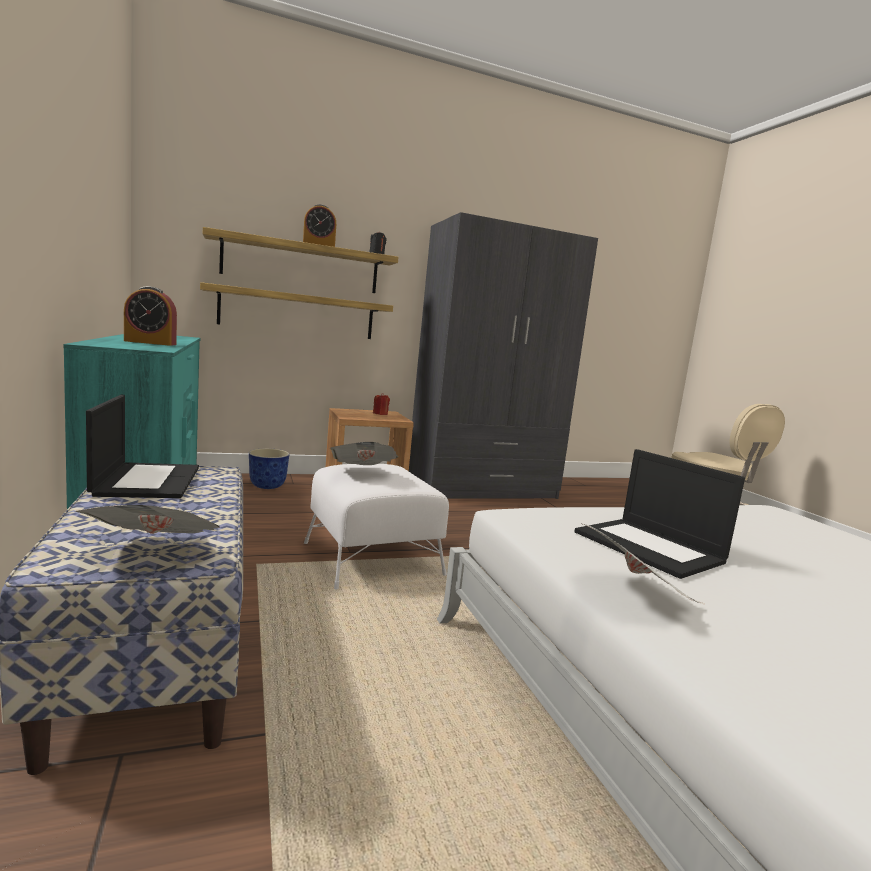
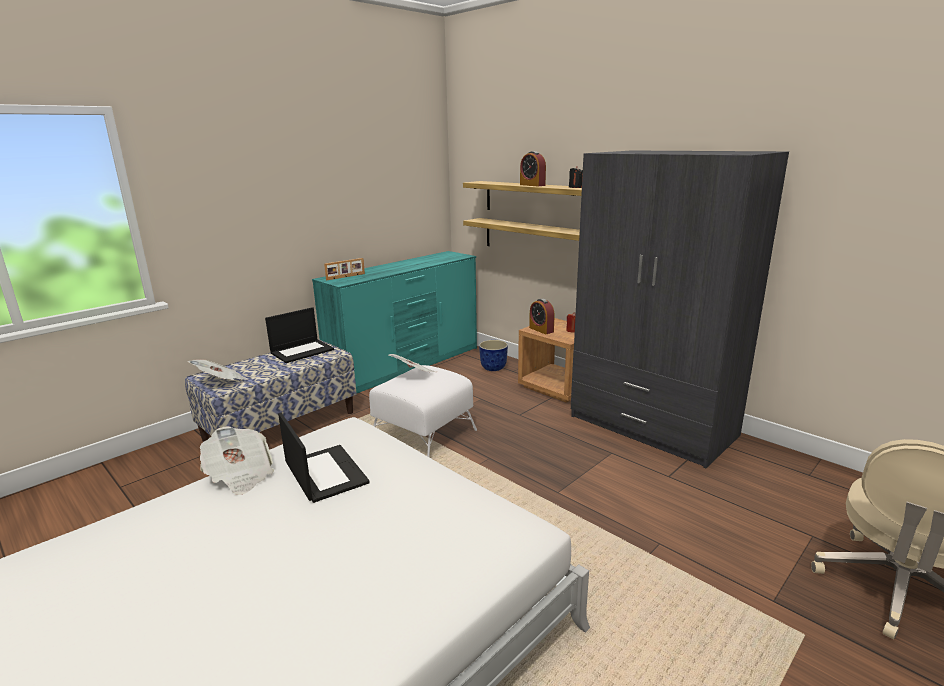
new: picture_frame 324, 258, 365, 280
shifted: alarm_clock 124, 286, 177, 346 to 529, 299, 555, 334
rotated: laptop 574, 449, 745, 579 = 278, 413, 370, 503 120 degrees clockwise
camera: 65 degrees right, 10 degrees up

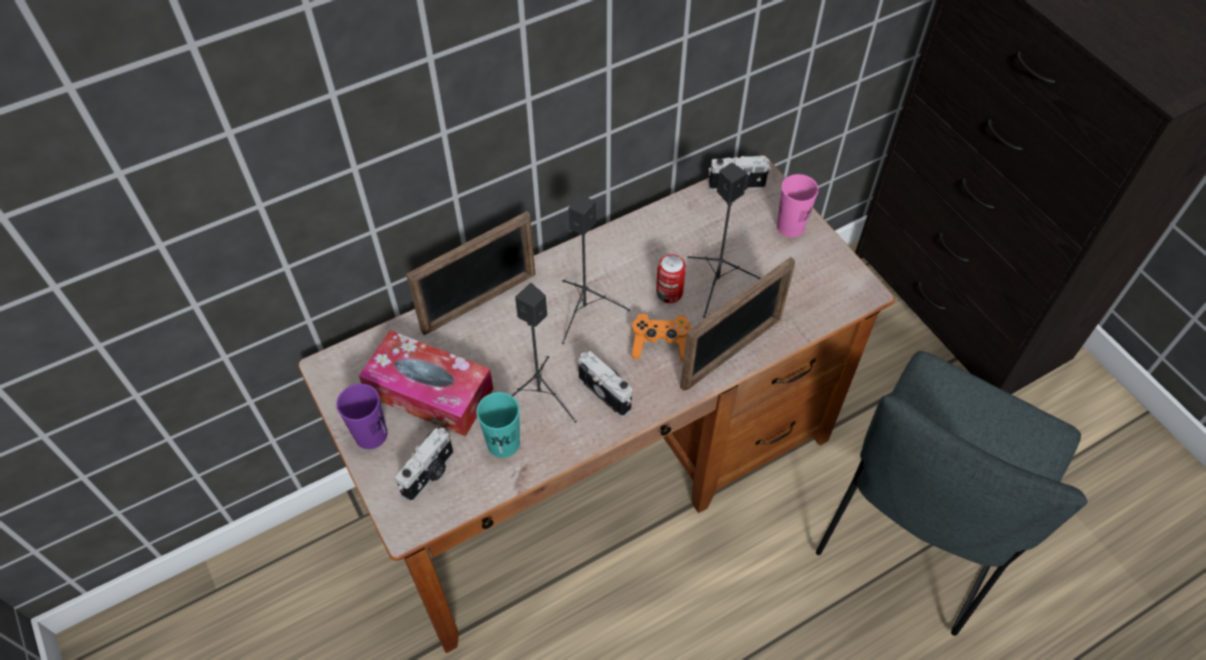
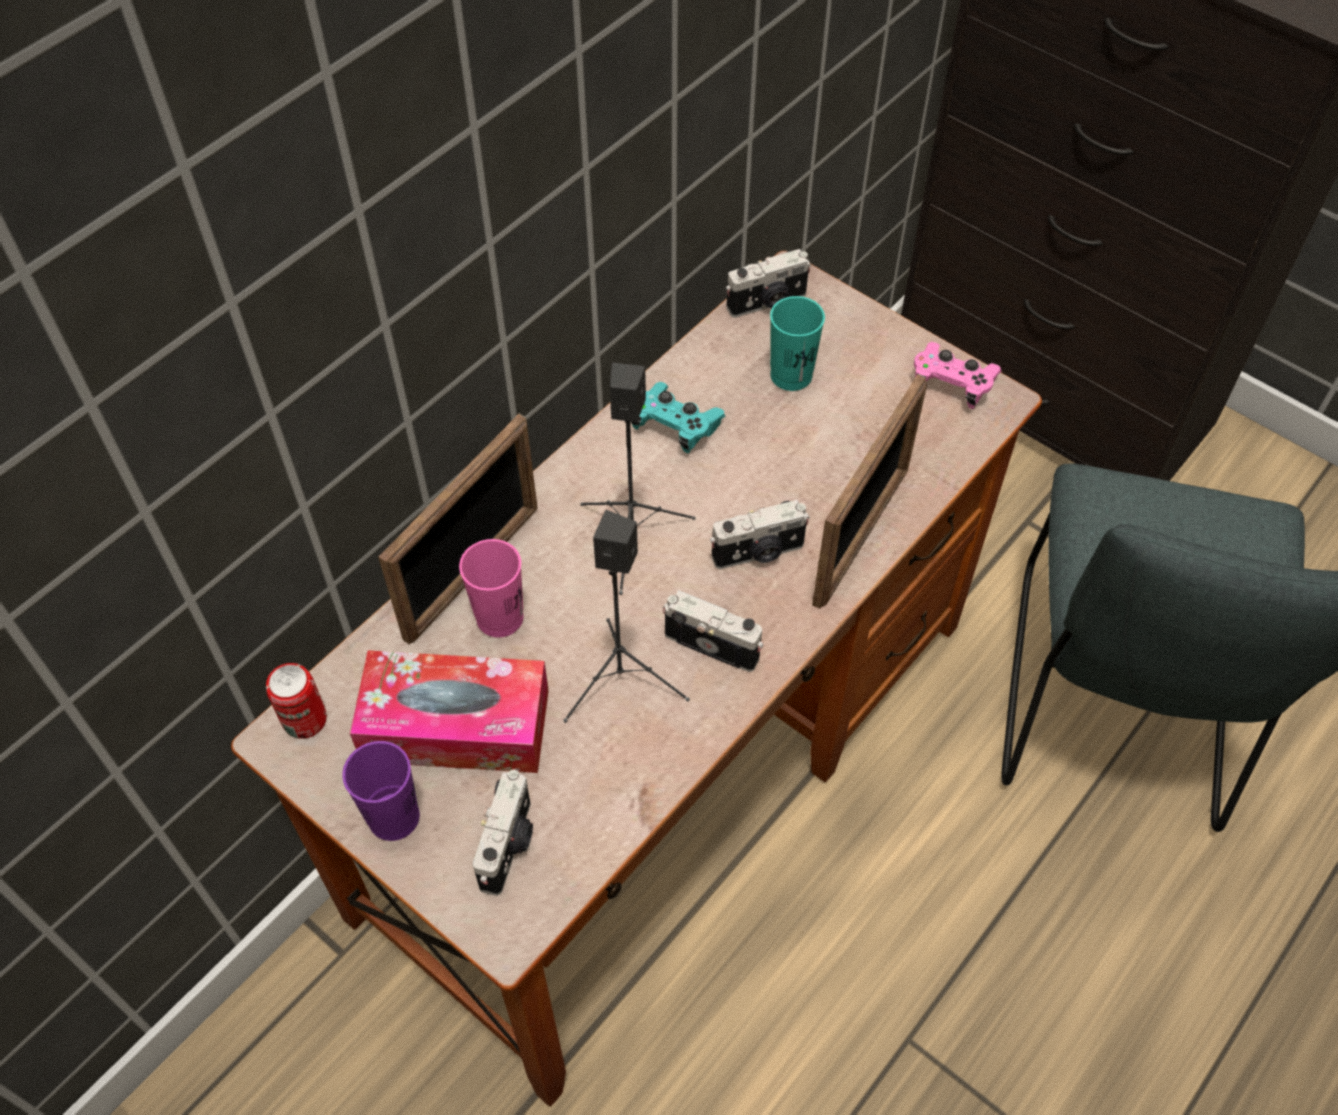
gone: black_speaker 687, 163, 760, 318
new: turquoise_game_controller 631, 382, 725, 453; pink_game_controller 914, 342, 1002, 409
shifted: turquoise_cup 476, 392, 520, 458 to 770, 296, 825, 391; can 656, 254, 686, 303 to 266, 663, 327, 739; pink_cup 777, 174, 819, 237 to 459, 539, 523, 638
swapped: orange_game_controller 631, 314, 691, 361 to photo_camera 710, 500, 810, 569
camera: 20 degrees left, 0 degrees up

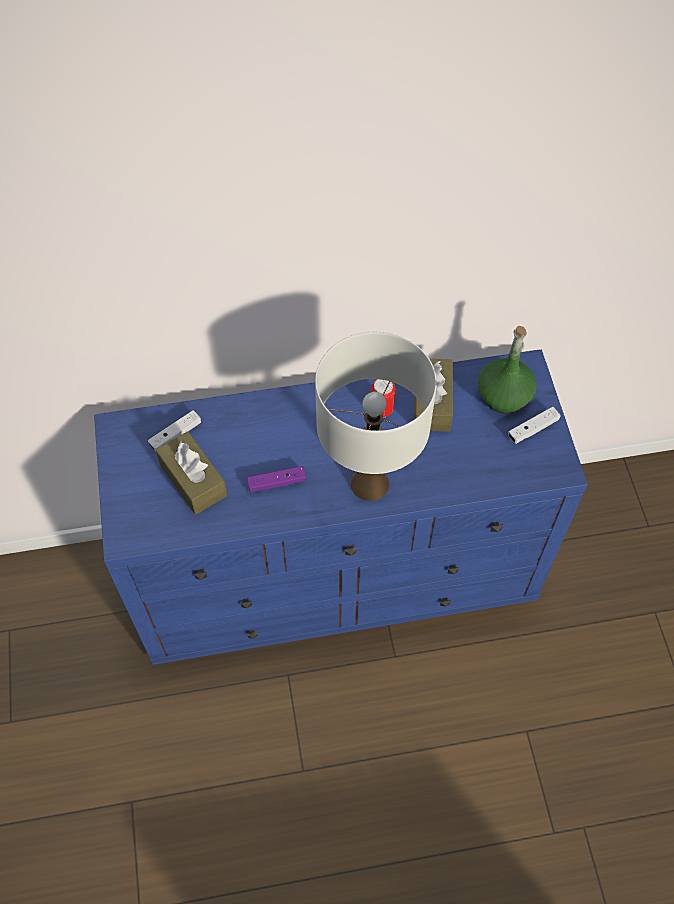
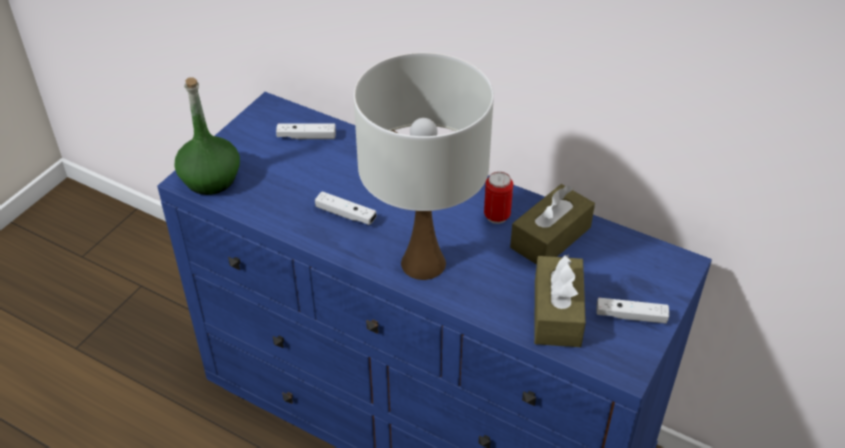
shifted: brown_tissue_box 156, 431, 227, 515 to 534, 255, 586, 347; green_bottle 478, 326, 536, 413 to 174, 77, 240, 195
repainted: purple_game_controller 247, 466, 306, 492 to white_game_controller 315, 191, 376, 225
camera: 40 degrees right, 15 degrees down

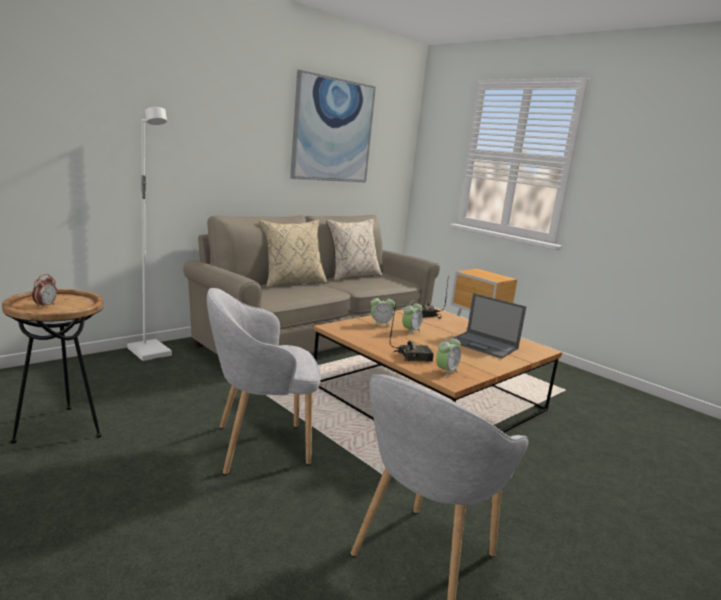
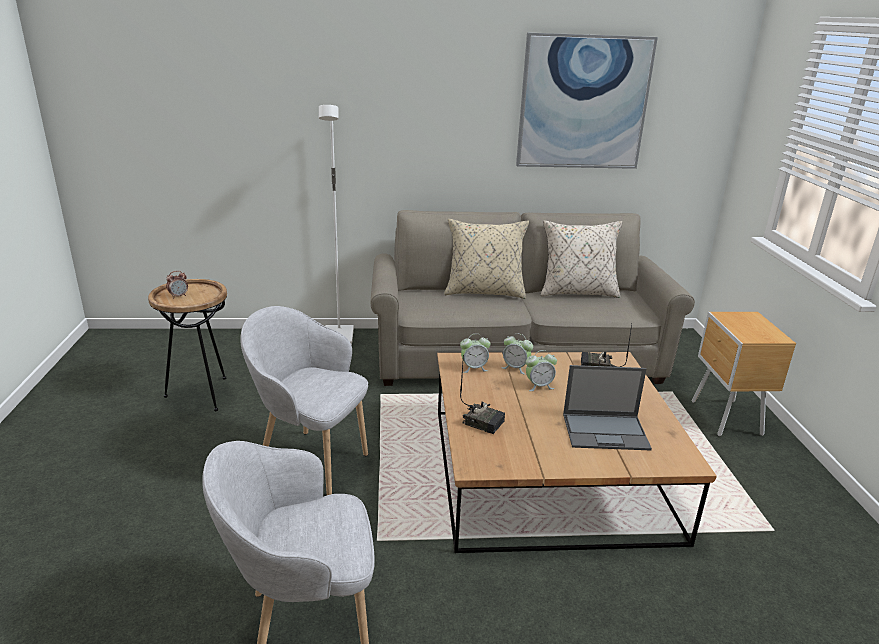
shifted: alarm_clock 436, 335, 461, 377 to 460, 334, 491, 373
rotated: laptop 452, 293, 526, 358 = 563, 365, 652, 451 75 degrees counterclockwise
camera: 40 degrees right, 10 degrees up

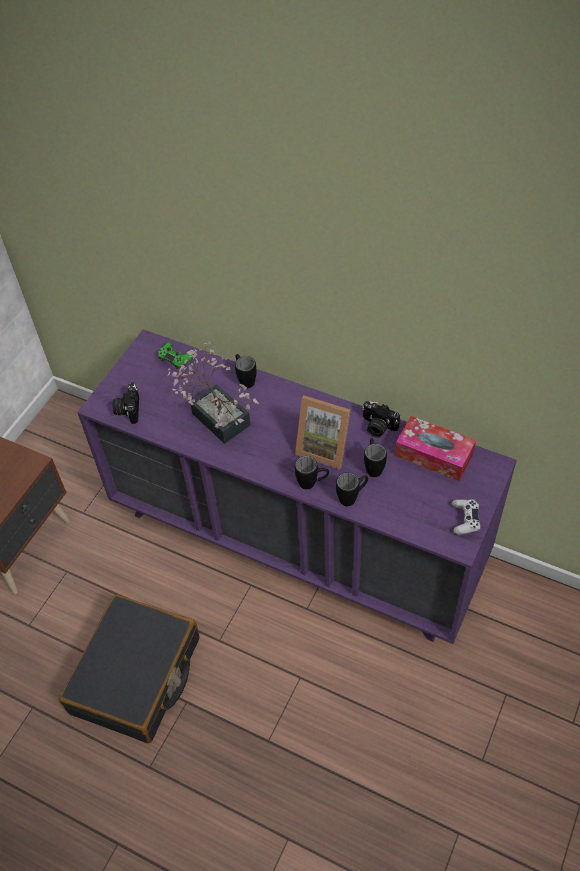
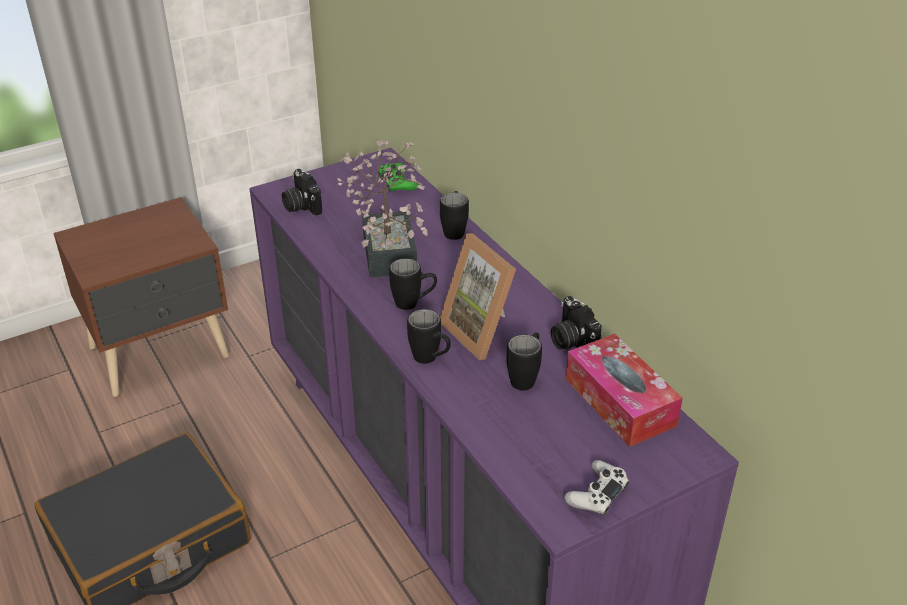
shifted: black_mug 336, 472, 368, 506 to 389, 258, 437, 310
rotated: photo_camera 113, 382, 139, 424 = 282, 169, 322, 215 60 degrees counterclockwise
camera: 30 degrees right, 15 degrees down

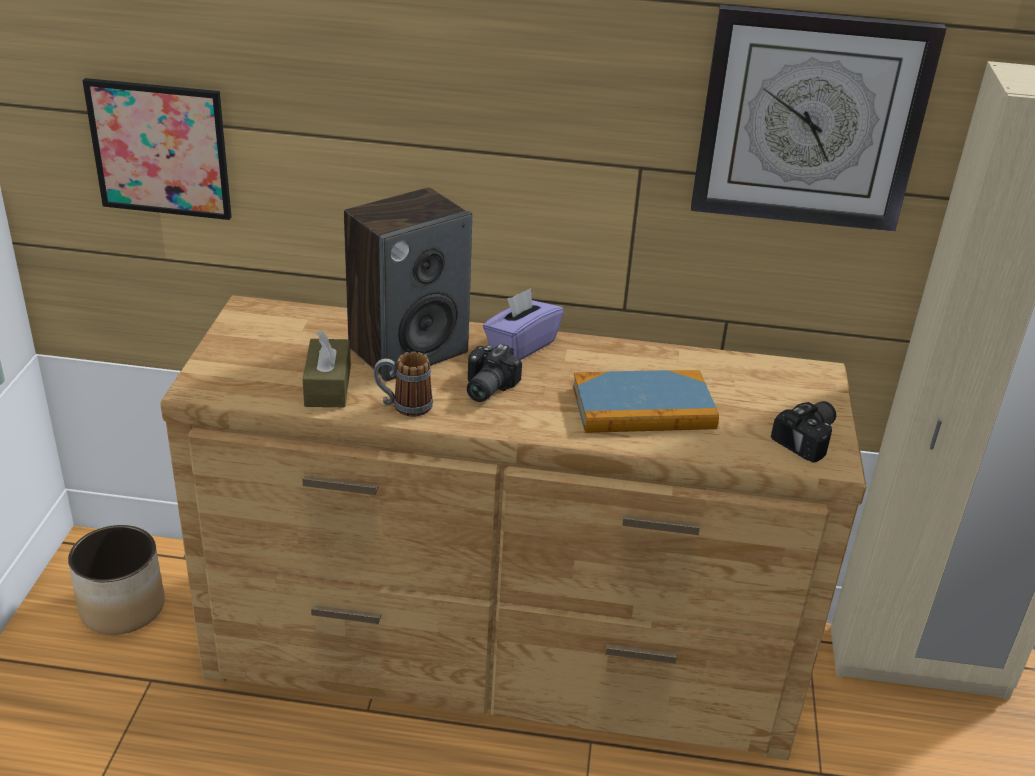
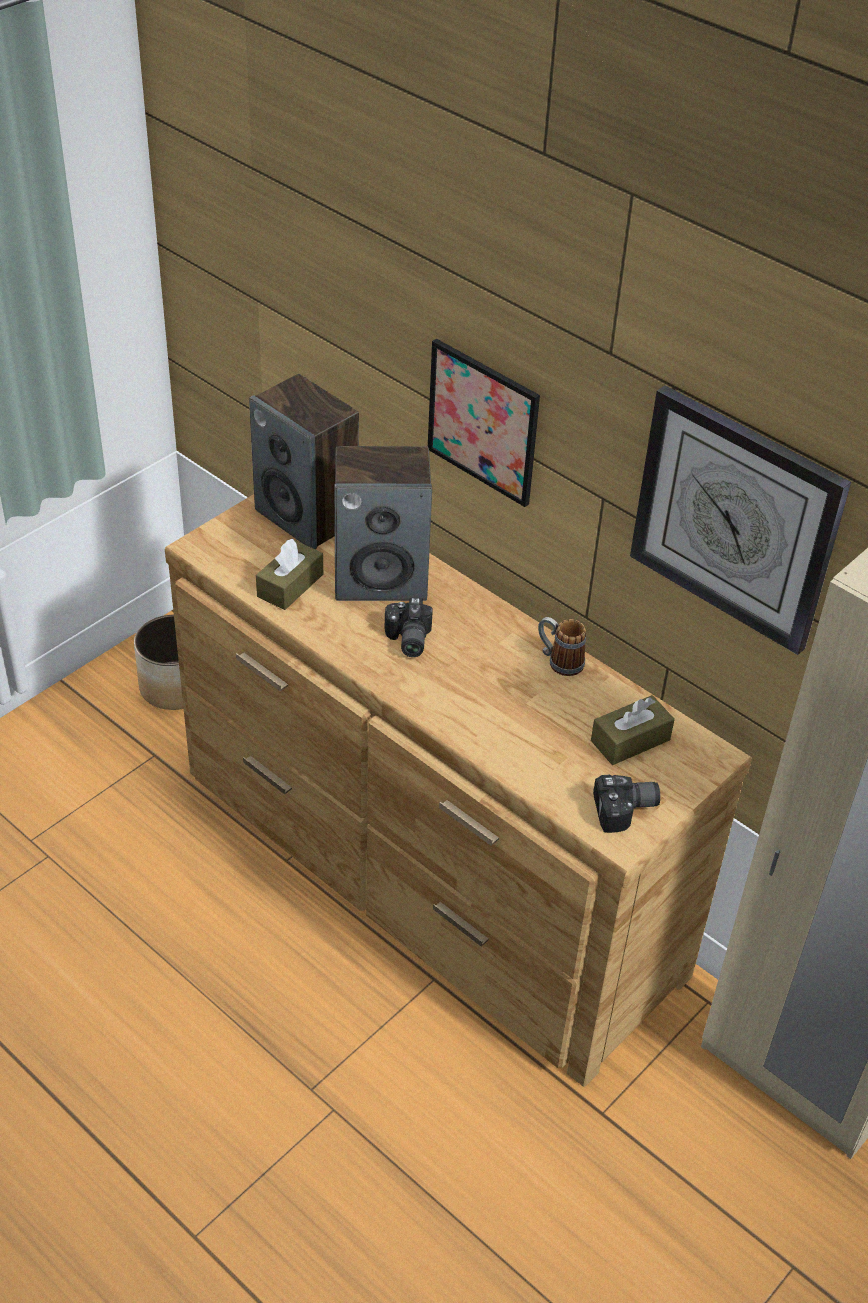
gone: purple_tissue_box 483, 288, 564, 360; book 573, 370, 719, 433
new: speaker 249, 374, 359, 549; brown_tissue_box 591, 695, 675, 765
shifted: picture 82, 78, 232, 220 to 428, 339, 540, 507; mug 374, 352, 433, 417 to 538, 617, 586, 676
rotated: photo_camera 467, 344, 522, 402 = 385, 597, 433, 657 60 degrees counterclockwise
camera: 35 degrees right, 10 degrees up

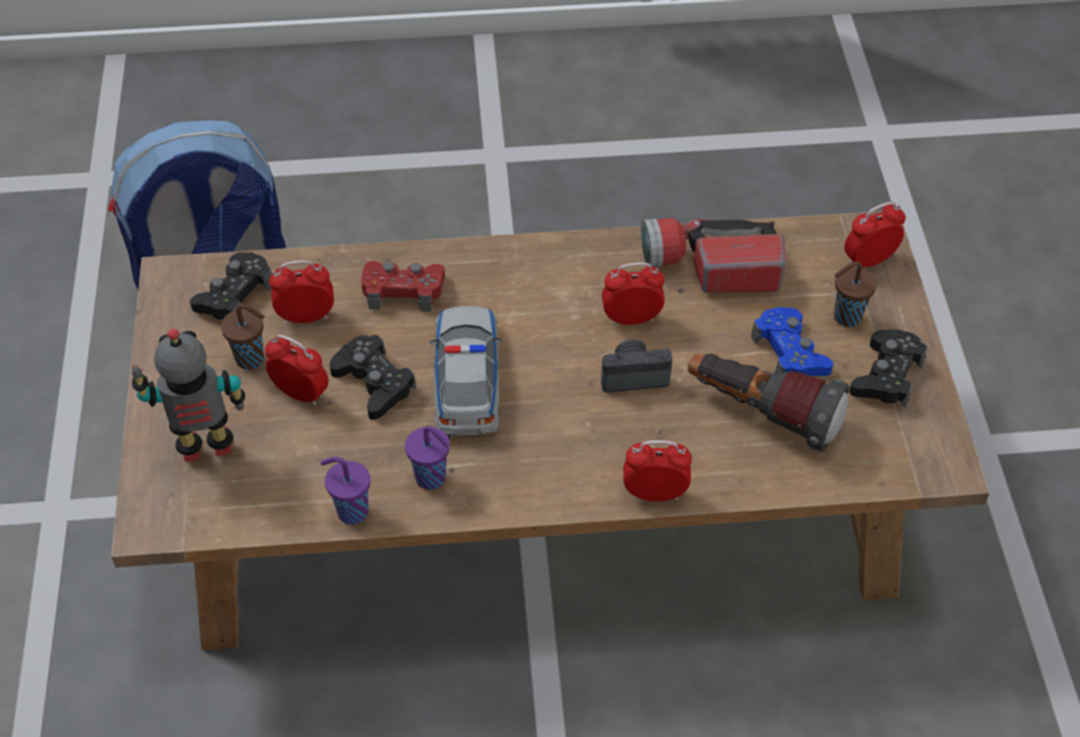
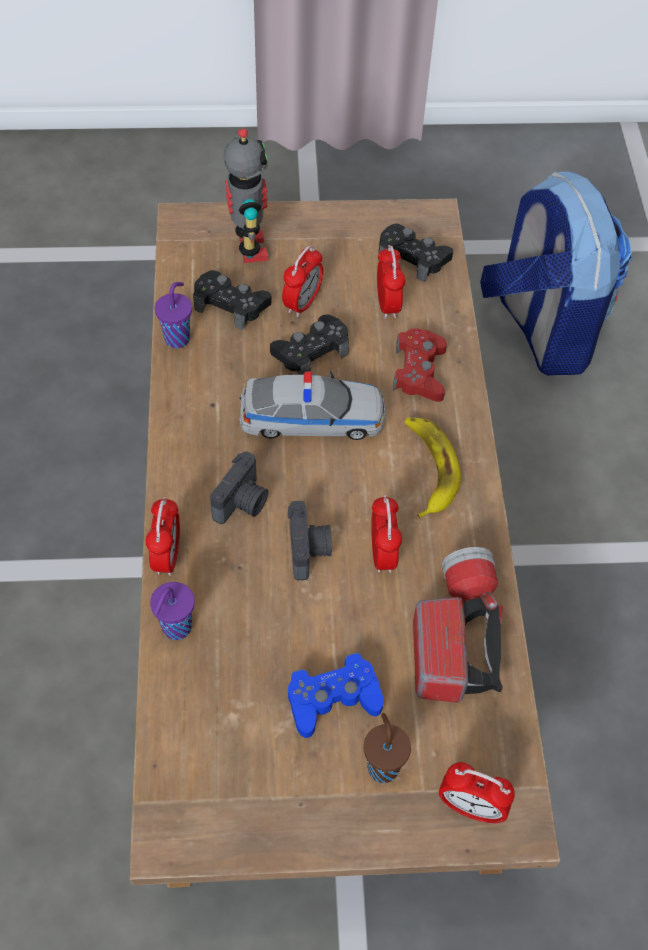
gone: brown_cup 221, 304, 265, 370; flashlight 688, 354, 849, 452
new: photo_camera 210, 451, 268, 524; banana 405, 418, 461, 518
shifted: purple_cup 405, 426, 450, 490 to 150, 582, 195, 640; black_game_controller 849, 330, 928, 407 to 193, 270, 271, 330
rotated: alarm_clock 844, 202, 906, 267 = 439, 762, 515, 823 135 degrees clockwise
camera: 90 degrees right, 5 degrees up

